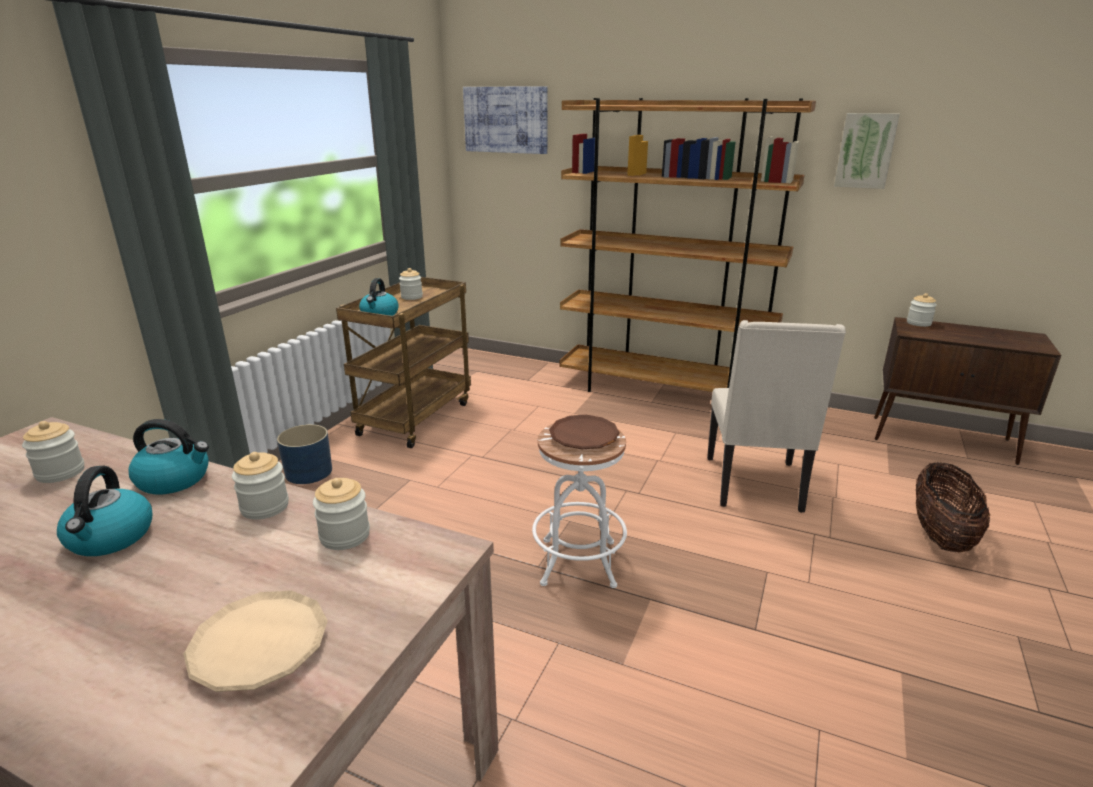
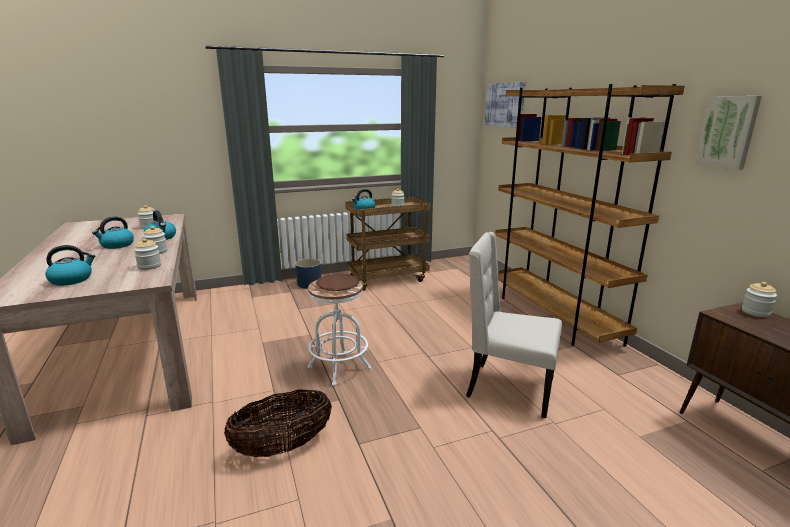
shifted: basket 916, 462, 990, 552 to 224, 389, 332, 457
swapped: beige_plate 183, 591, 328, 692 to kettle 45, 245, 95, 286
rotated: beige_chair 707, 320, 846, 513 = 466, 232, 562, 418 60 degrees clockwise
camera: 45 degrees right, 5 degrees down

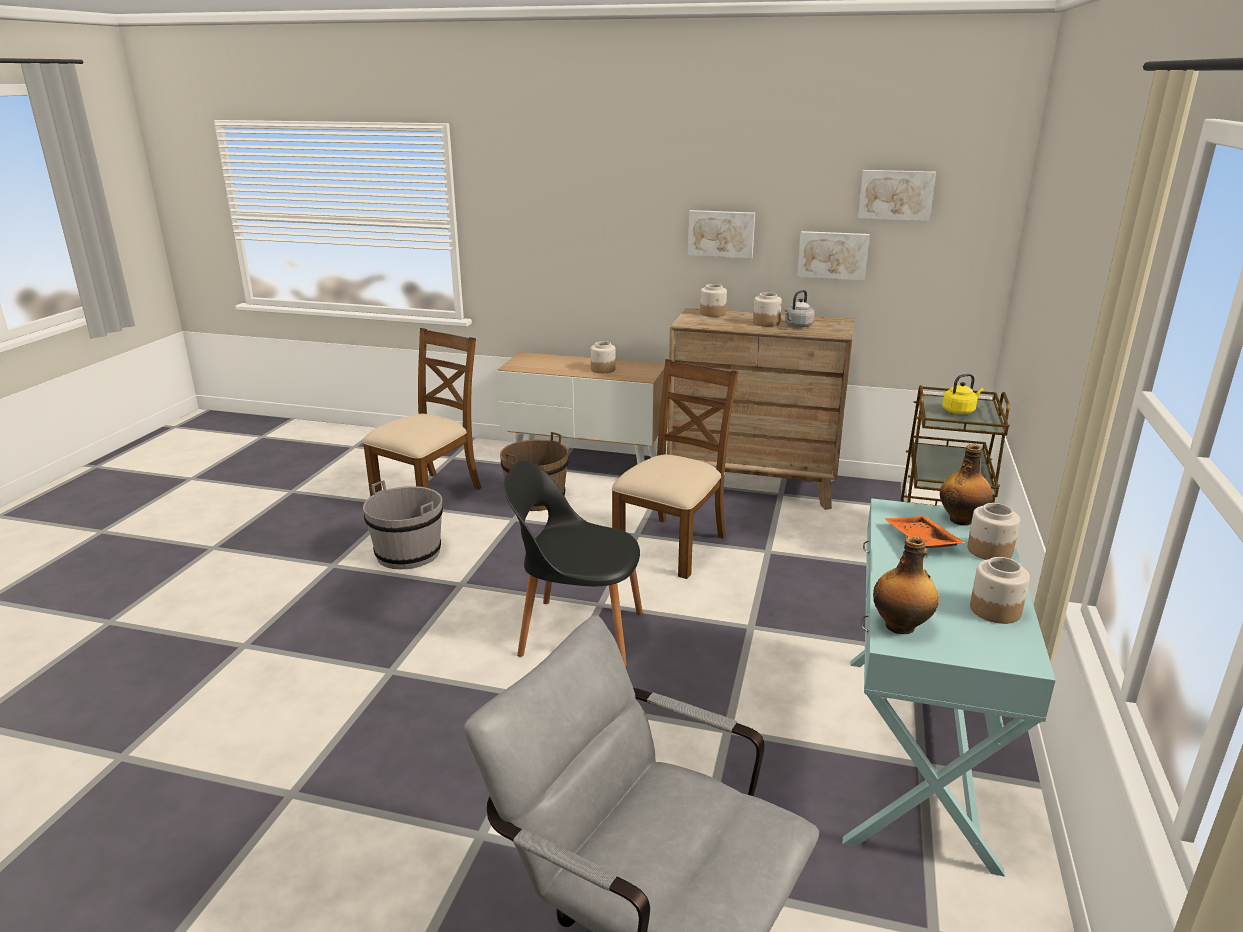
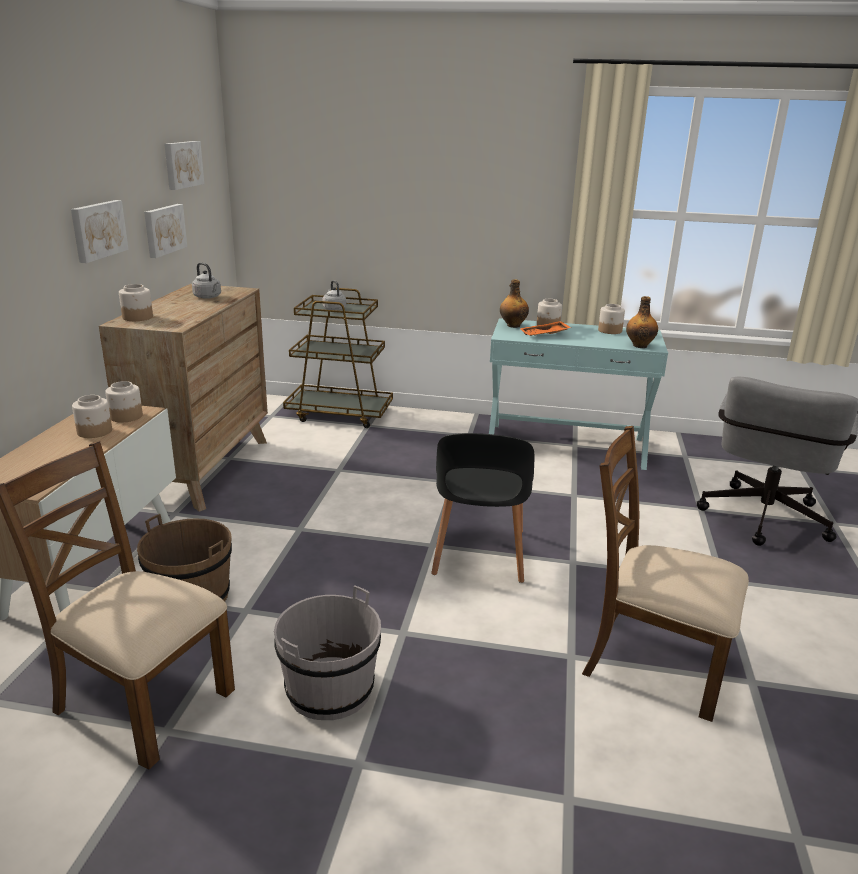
shifted: brown_chair 612, 359, 738, 579 to 582, 426, 749, 722; jar 753, 292, 782, 327 to 105, 381, 143, 422
repainted: yellow_kettle 942, 374, 984, 414 to grey_kettle 323, 280, 346, 311
camera: 95 degrees left, 0 degrees up

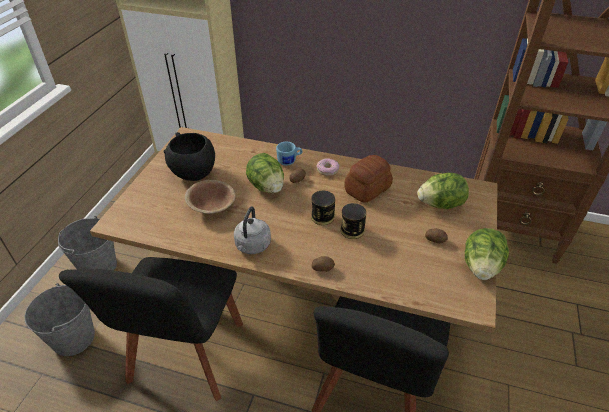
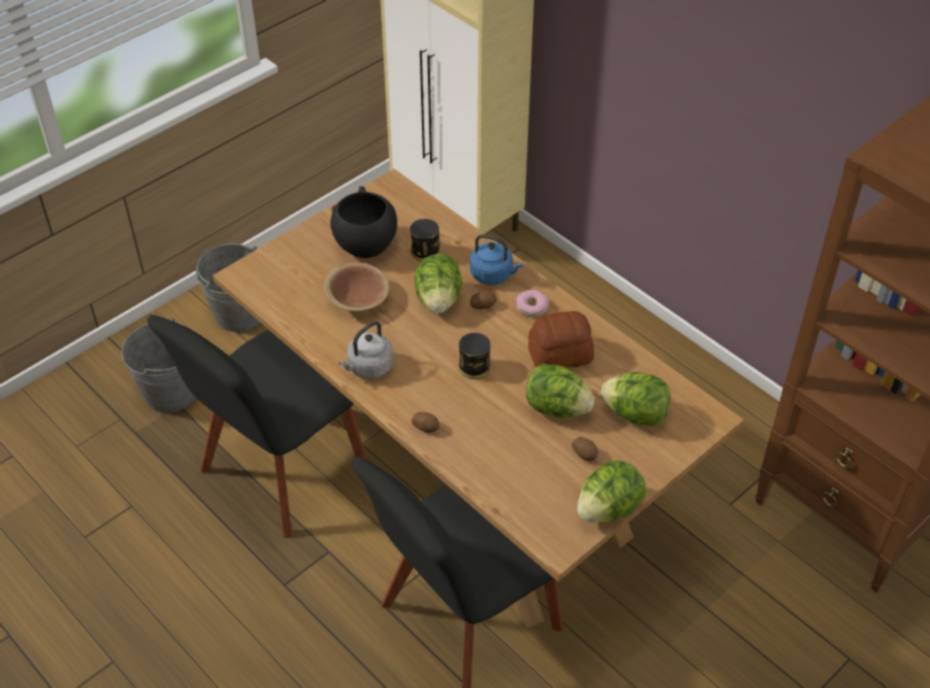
new: lettuce 526, 363, 595, 418
shifted: can 340, 203, 366, 239 to 410, 219, 440, 261
swapped: blue_mug 276, 142, 302, 166 to blue_kettle 470, 234, 523, 285
camera: 30 degrees right, 5 degrees up

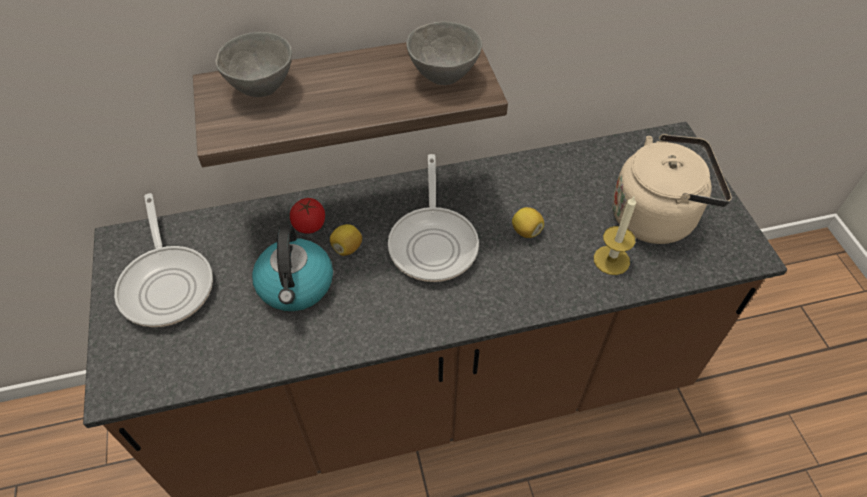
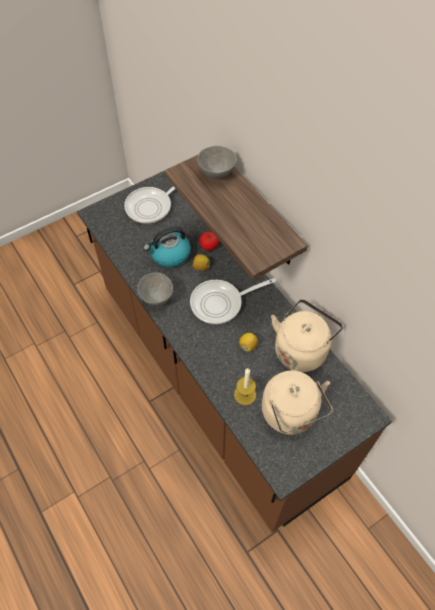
new: beige_kettle 271, 299, 343, 372
shifted: grey_bowl 406, 22, 482, 85 to 137, 272, 173, 306
camera: 70 degrees right, 5 degrees up

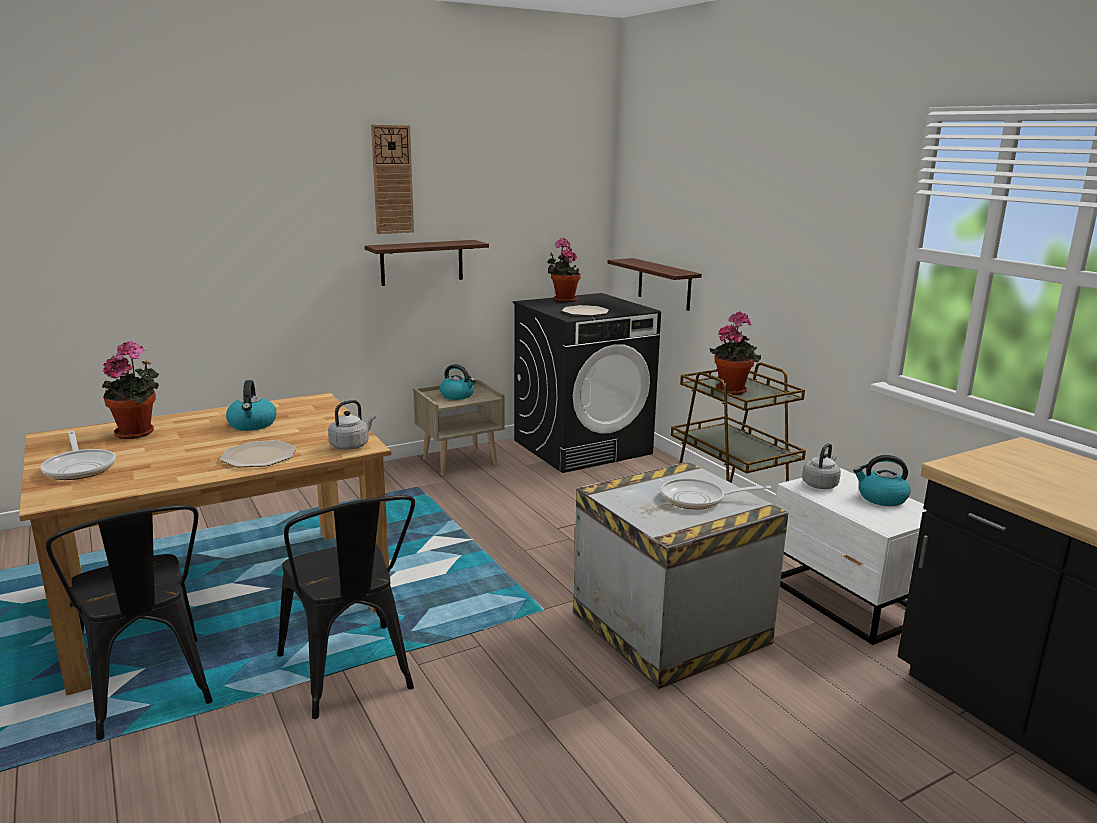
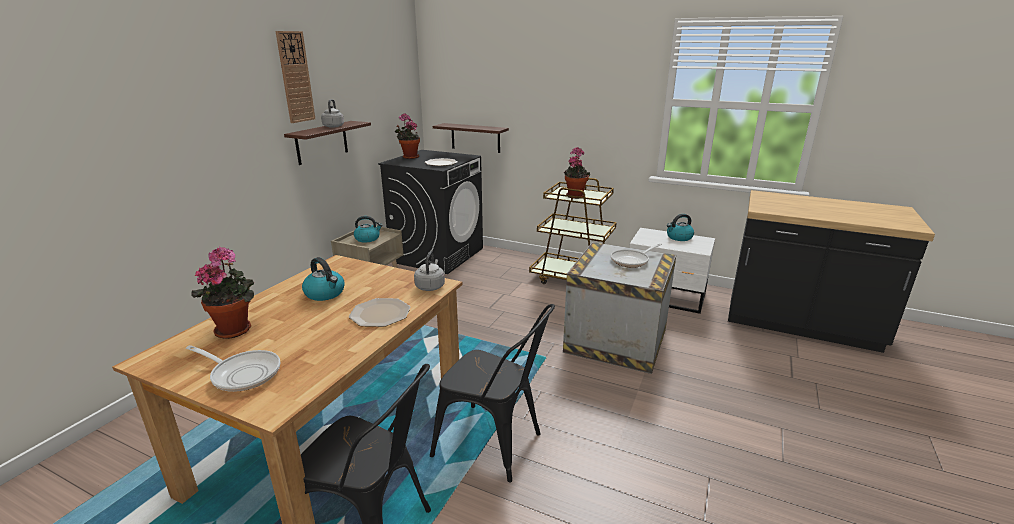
shifted: grey_kettle 802, 443, 841, 489 to 321, 99, 344, 128
camera: 35 degrees left, 5 degrees up

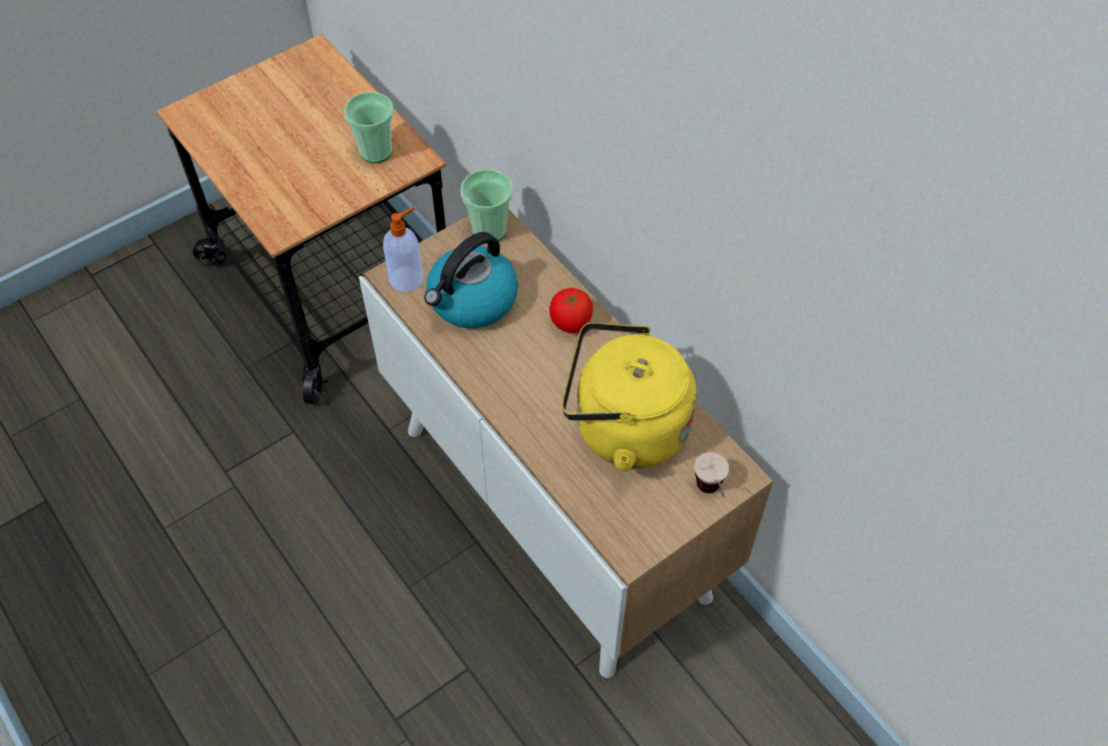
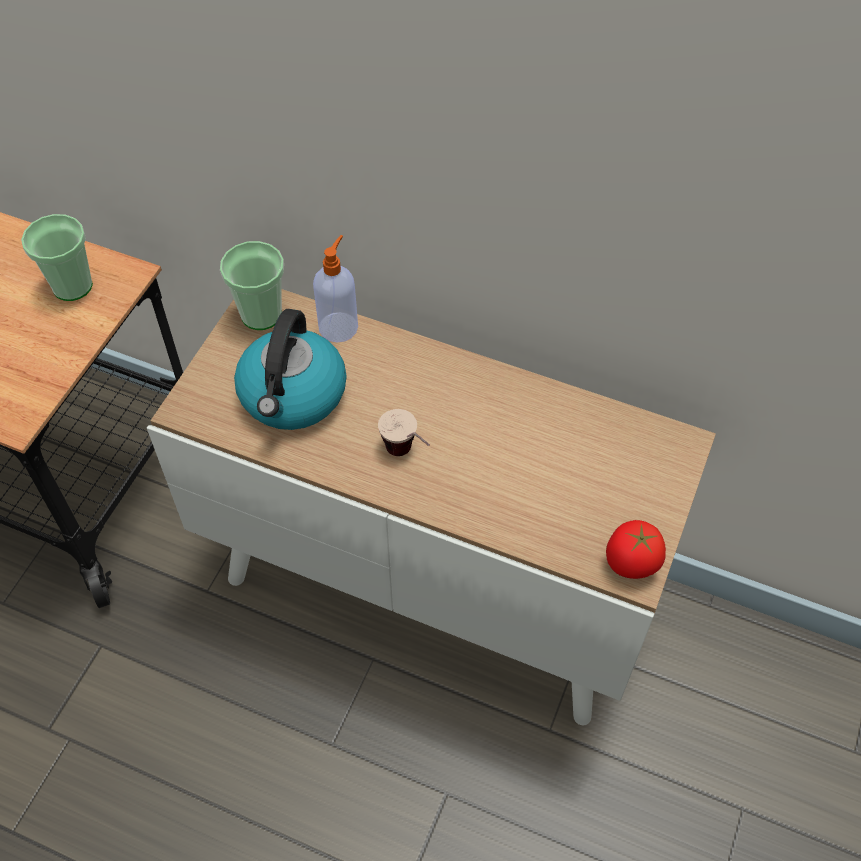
gone: yellow_kettle 562, 322, 697, 471
shifted: soap_dispenser 383, 207, 423, 292 to 313, 235, 358, 342; tomato 549, 288, 593, 333 to 606, 520, 666, 579; cup 694, 452, 729, 497 to 378, 409, 430, 456
camera: 30 degrees left, 0 degrees up

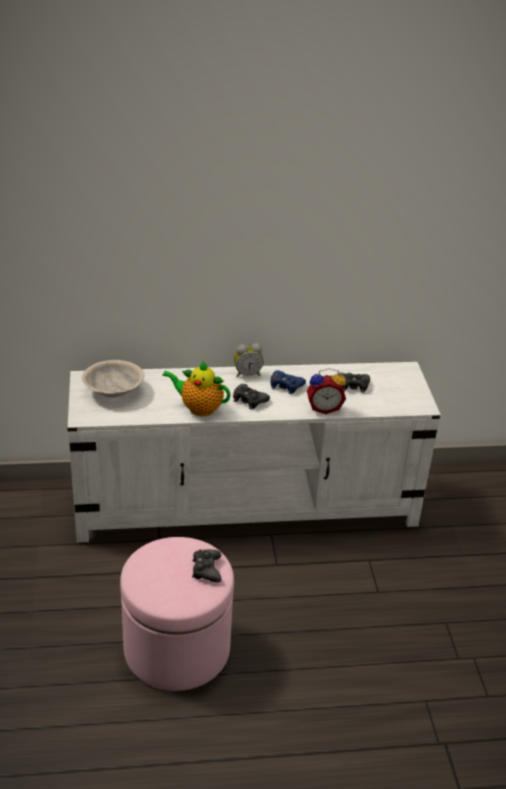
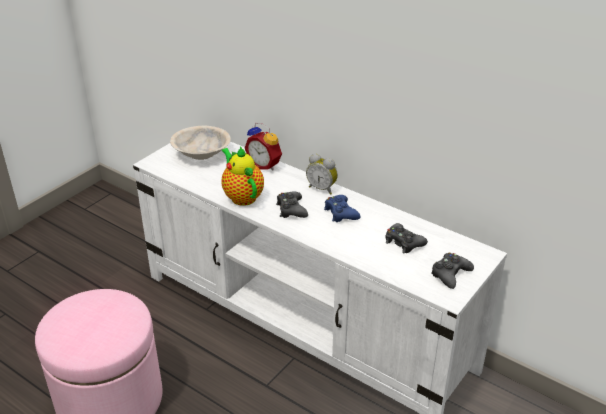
shifted: black_game_controller 192, 549, 222, 582 to 431, 253, 474, 289; alarm_clock 307, 368, 346, 414 to 245, 123, 282, 171
camera: 45 degrees right, 0 degrees up

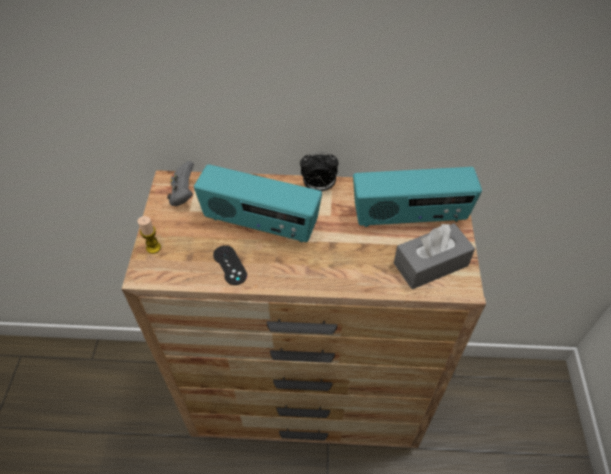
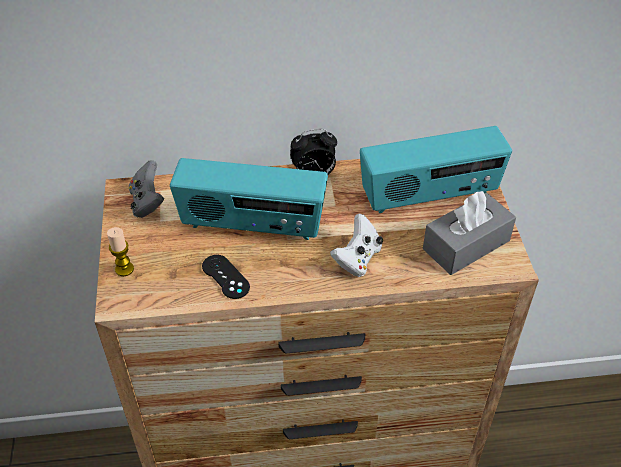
new: white_game_controller 330, 214, 383, 277
camera: 10 degrees left, 5 degrees down

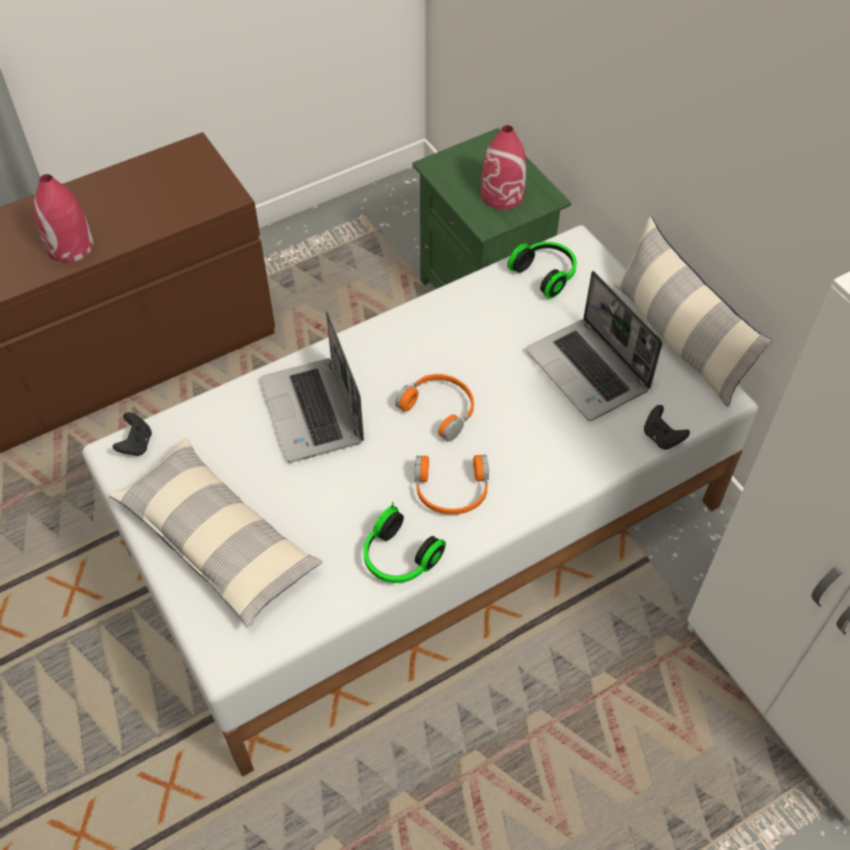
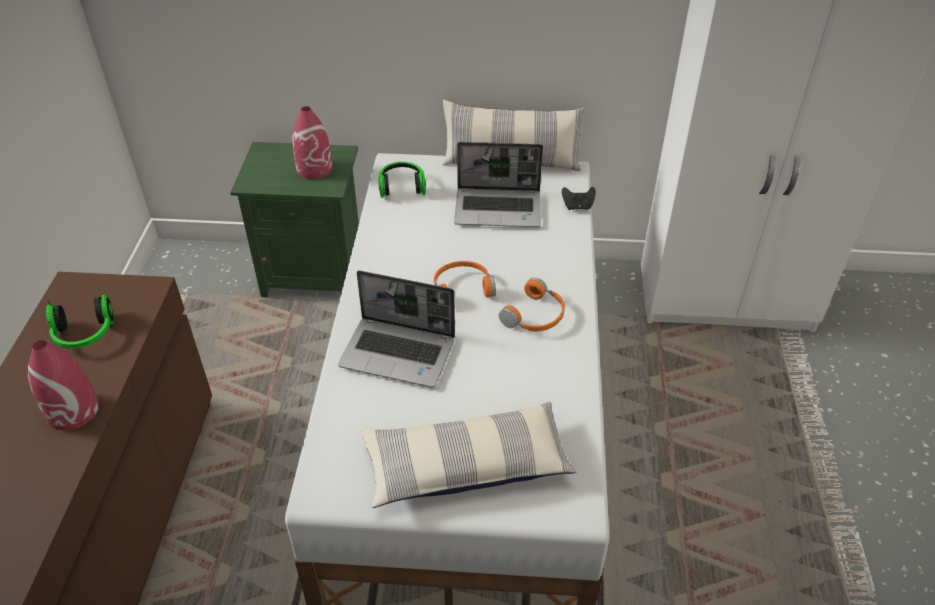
gone: black_game_controller 113, 412, 152, 456
shifted: headphones 363, 501, 446, 583 to 46, 294, 114, 349
camera: 55 degrees left, 10 degrees down

